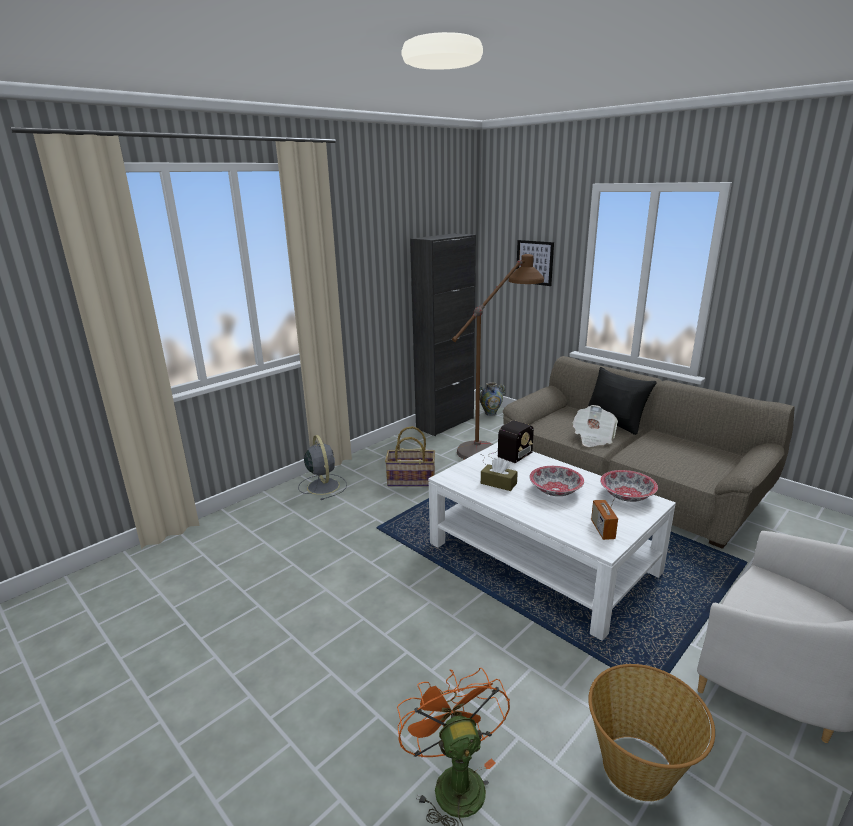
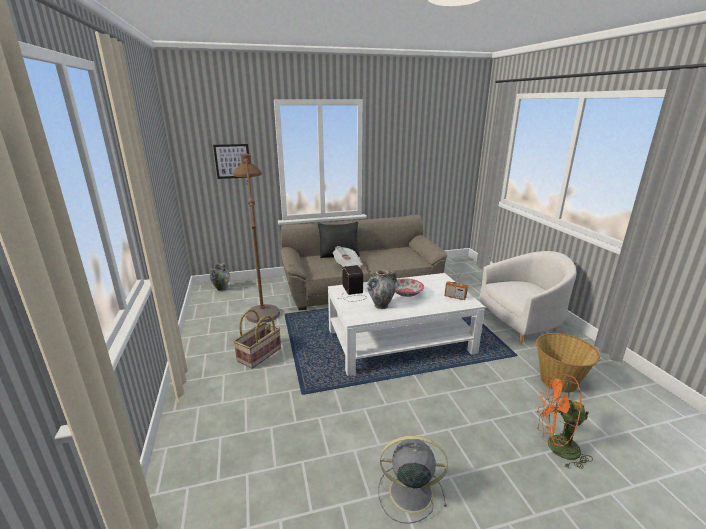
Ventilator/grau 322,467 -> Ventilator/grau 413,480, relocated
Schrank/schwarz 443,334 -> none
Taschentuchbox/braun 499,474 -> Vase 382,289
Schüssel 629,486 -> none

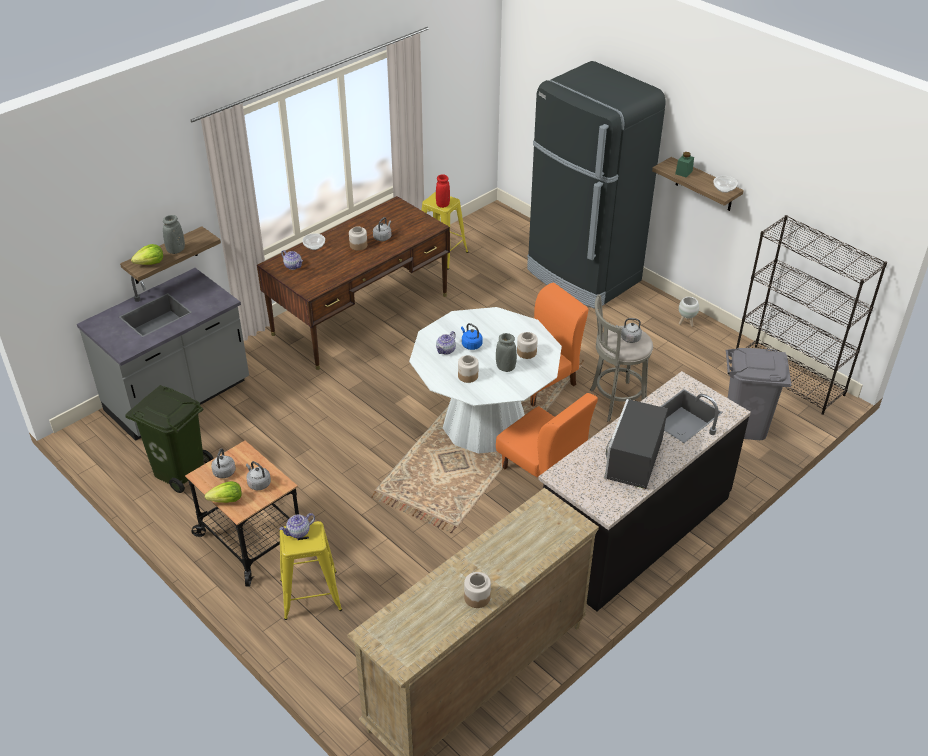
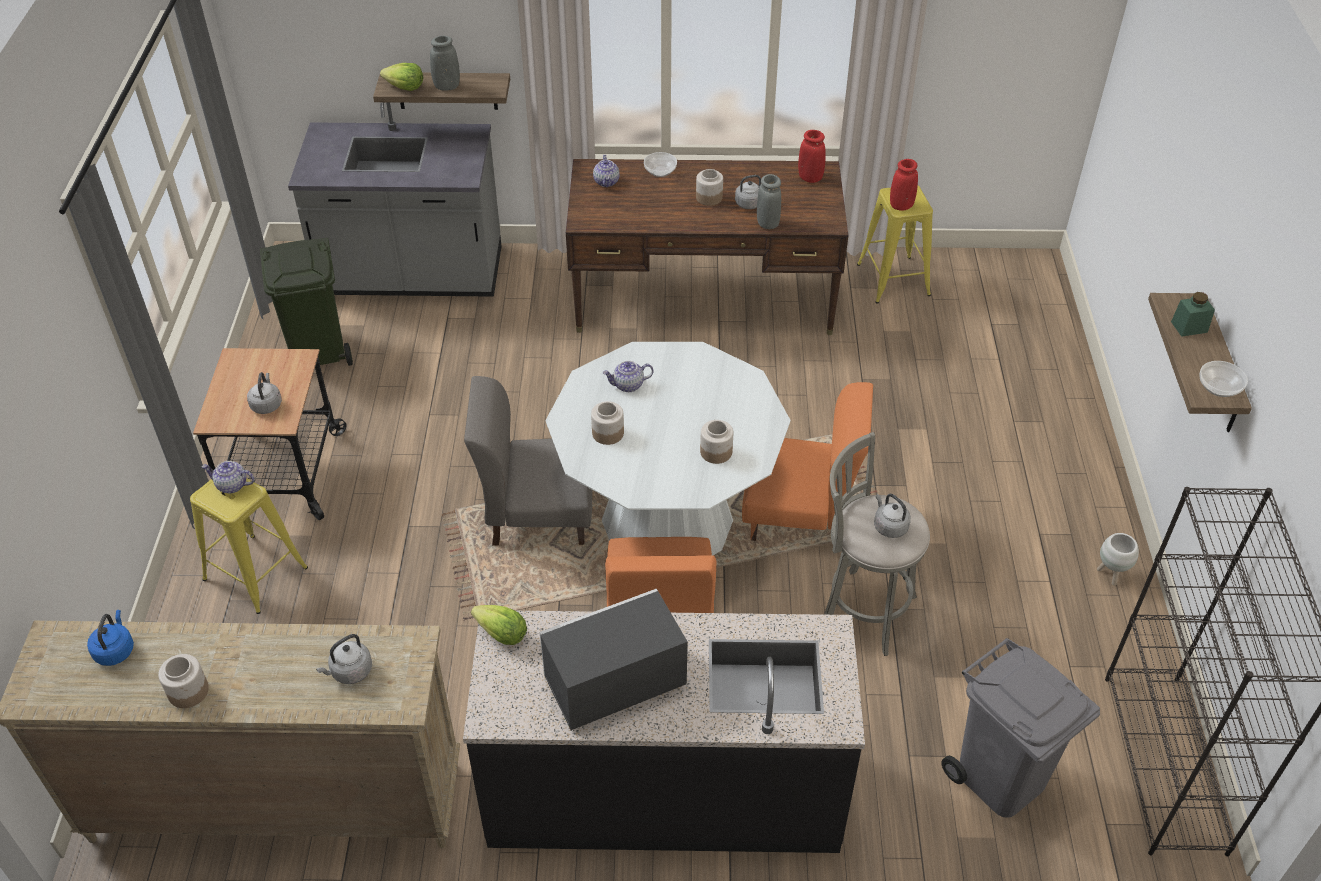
Salatkopf 223,492 -> Salatkopf 499,625, relocated
Wasserkessel/grau 223,463 -> Wasserkessel/grau 344,659, relocated
Wasserkessel/blau 471,336 -> Wasserkessel/blau 110,638, relocated
Vase/grau 506,352 -> Vase/grau 769,201, relocated
Kühlschrank/schwarz 596,185 -> none
none -> Stuhl/grau 528,461
none -> Vase/rot 812,156

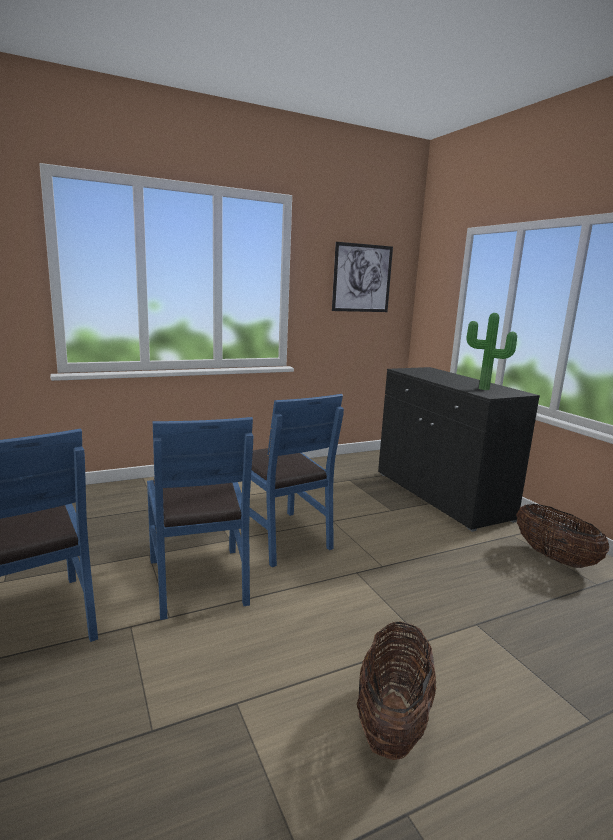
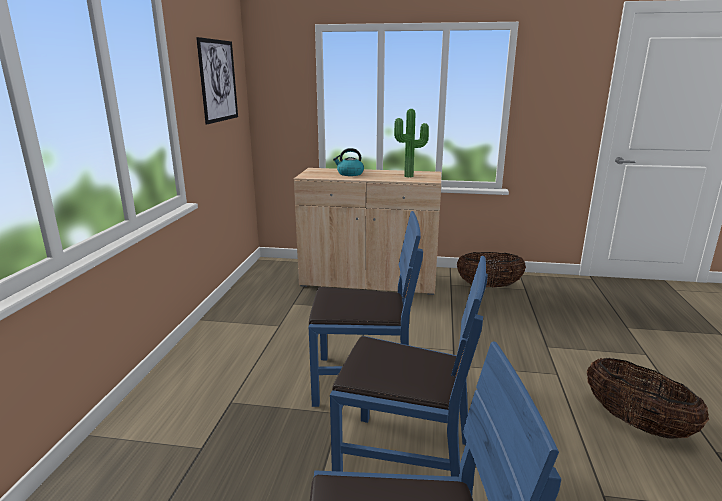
Schrank/schwarz 459,449 -> Schrank/beige 367,231
none -> Wasserkessel 348,162

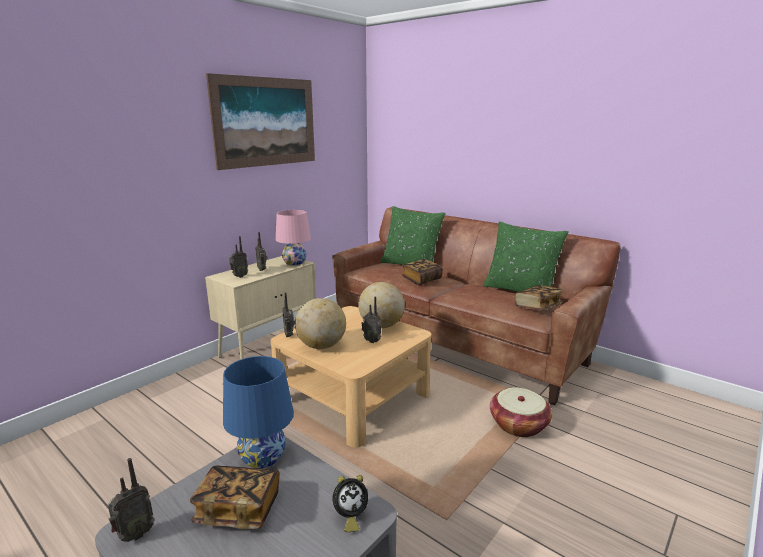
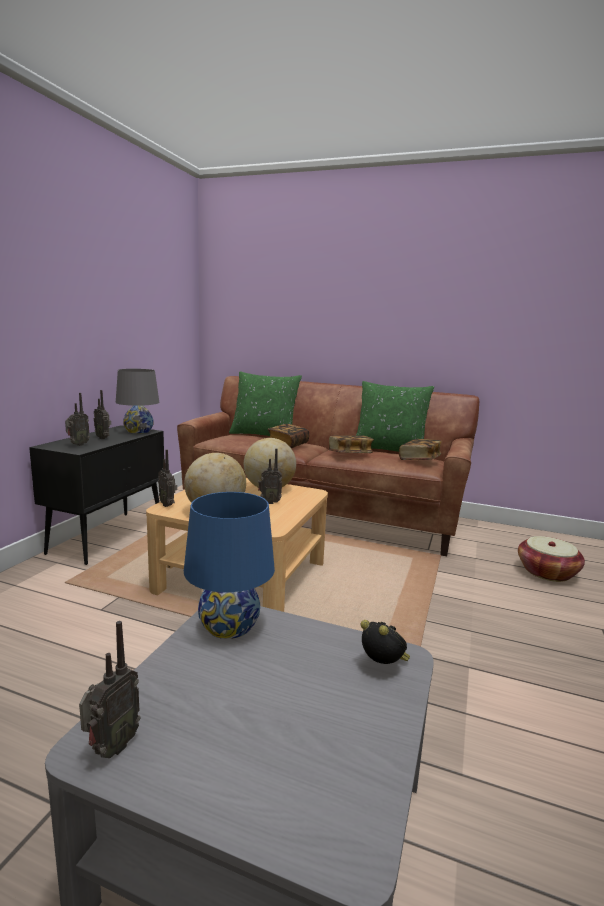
Buch 234,497 -> Buch 351,444, relocated
Schrank/beige 260,307 -> Schrank/schwarz 96,495
Bild 260,121 -> none
Tischlampe/rosa 293,237 -> Tischlampe/grau 137,401
Wecker 350,503 -> Wecker 385,642, 90 degrees counterclockwise
Korb 521,412 -> Korb 551,559, relocated

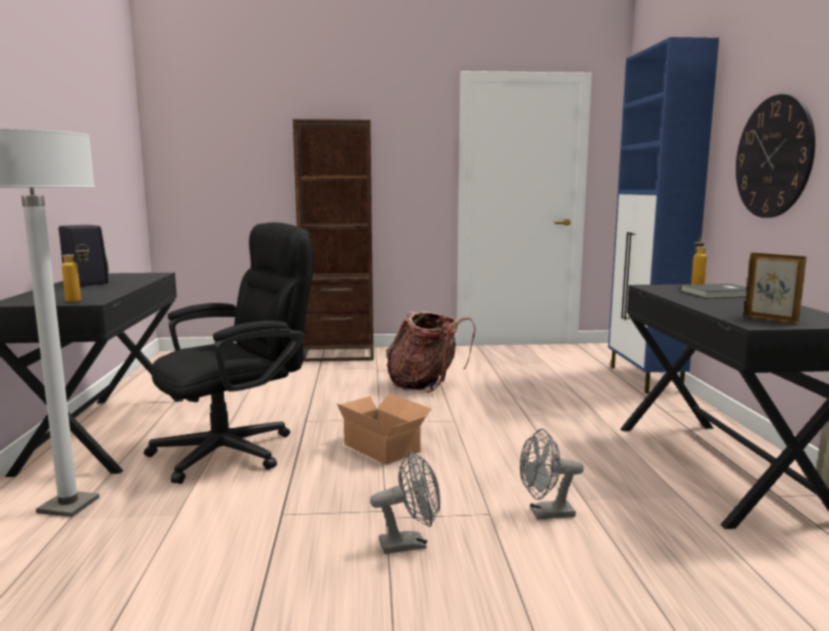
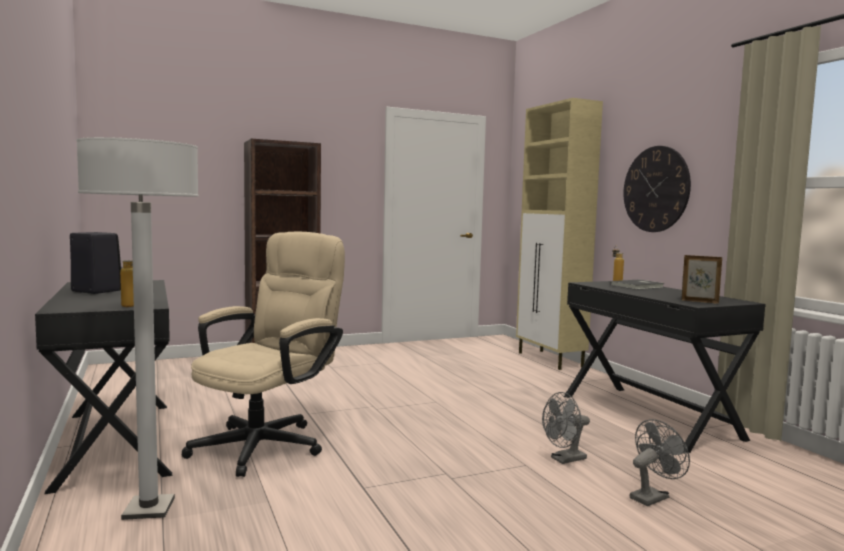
Bürostuhl/schwarz 228,353 -> Bürostuhl/beige 263,354
Karton 383,429 -> none
Ventilator/grau 405,502 -> Ventilator/grau 660,462, relocated
Rucksack 431,352 -> none
Schrank/blau 663,215 -> Schrank/beige 559,234

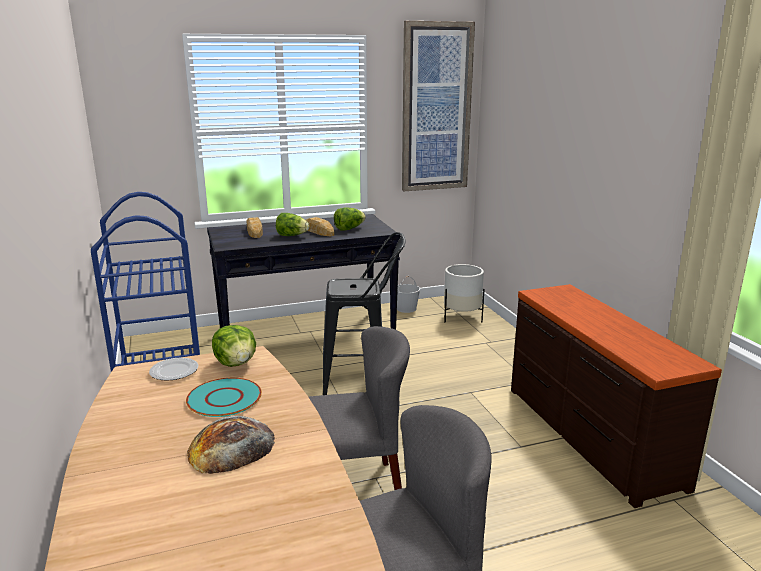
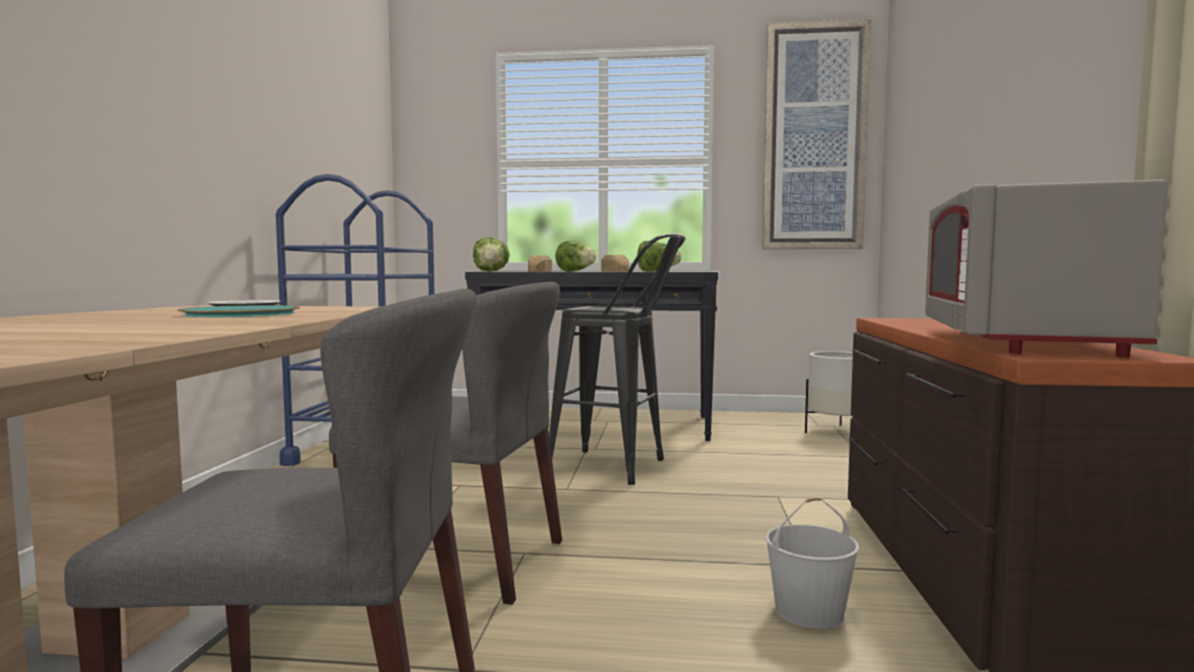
Brot 231,445 -> none
Salatkopf 234,346 -> Salatkopf 491,254, relocated
Eimer/weiß 408,294 -> Eimer/weiß 812,563, relocated
none -> Mikrowelle/grau 1046,268

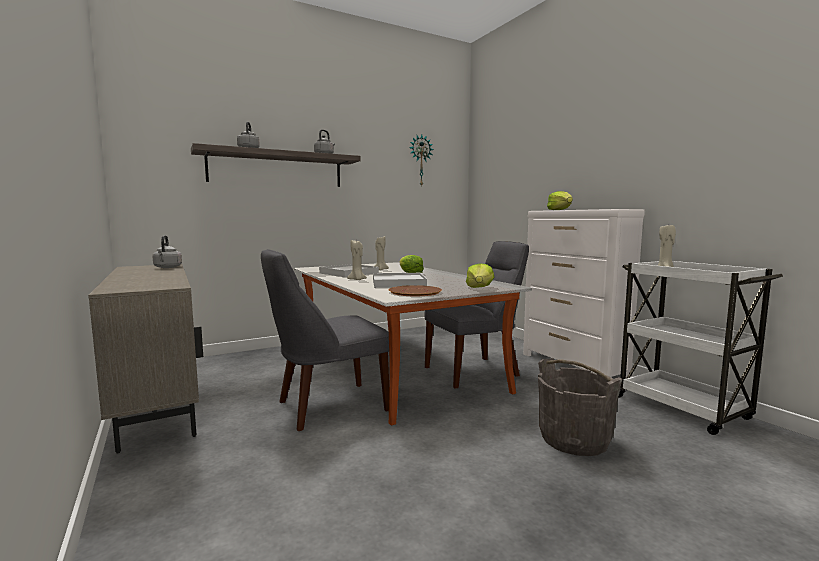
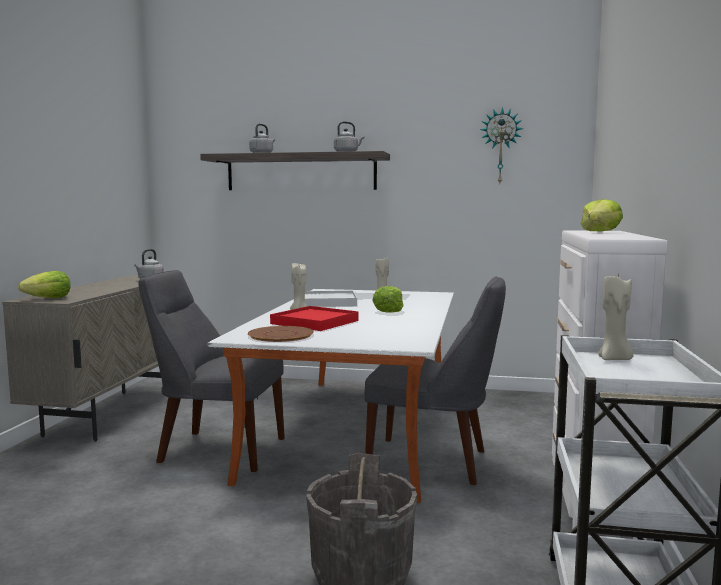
Tablett/weiß 400,280 -> Tablett/rot 314,318
Salatkopf 480,275 -> Salatkopf 44,284, relocated

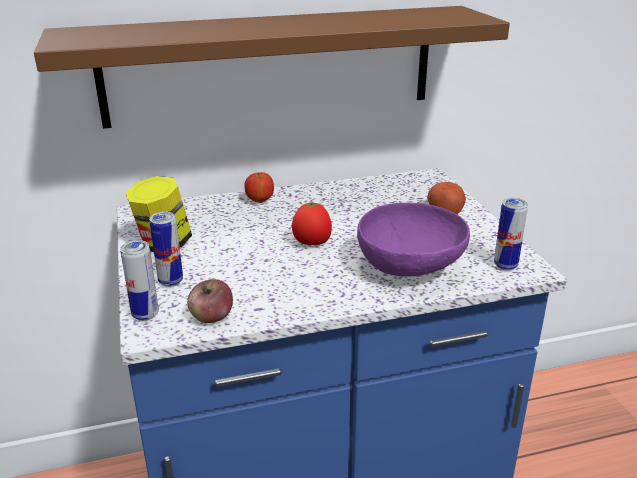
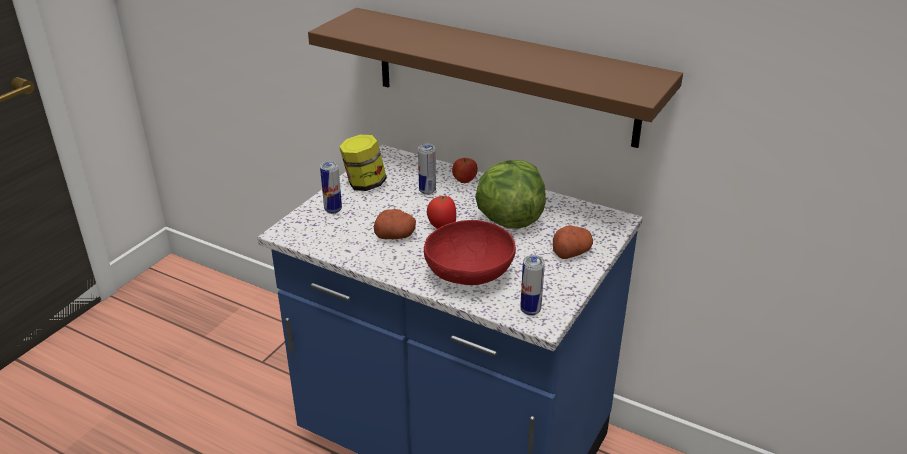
Dose 139,280 -> Dose 427,169, relocated
Apfel 210,301 -> none
Schüssel/lila 413,240 -> Schüssel/rot 470,252
none -> Kartoffel 395,224
none -> Salatkopf 510,194

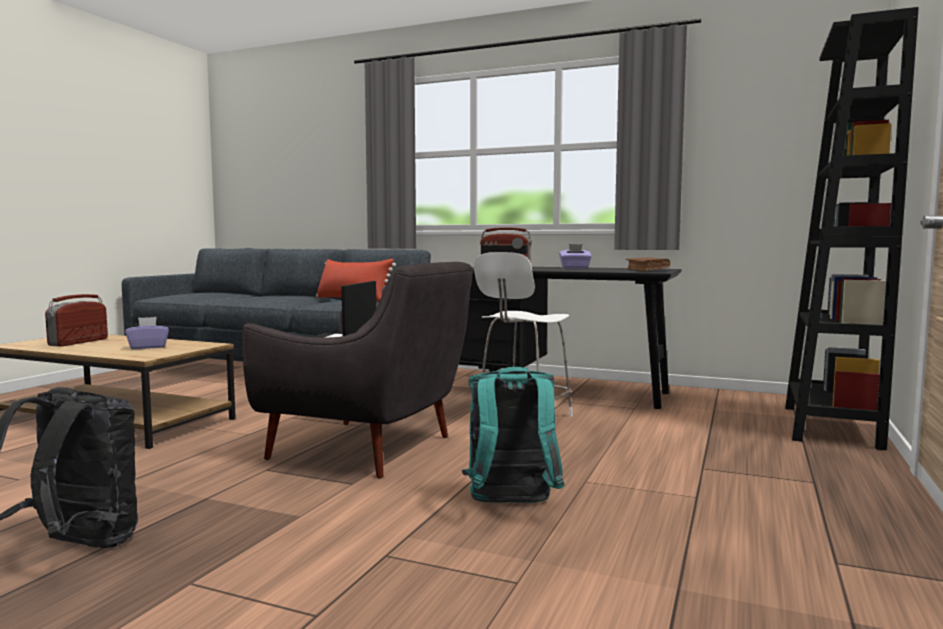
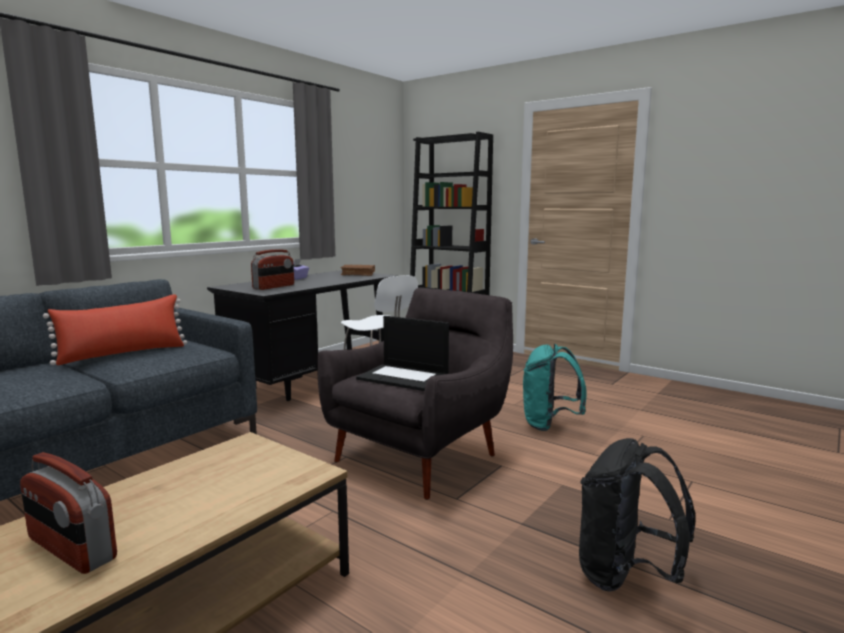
Taschentuchbox/lila 147,333 -> none

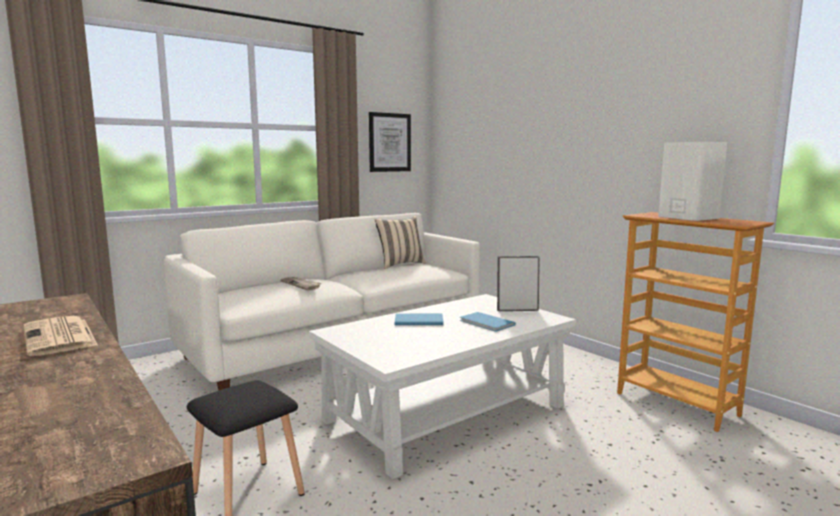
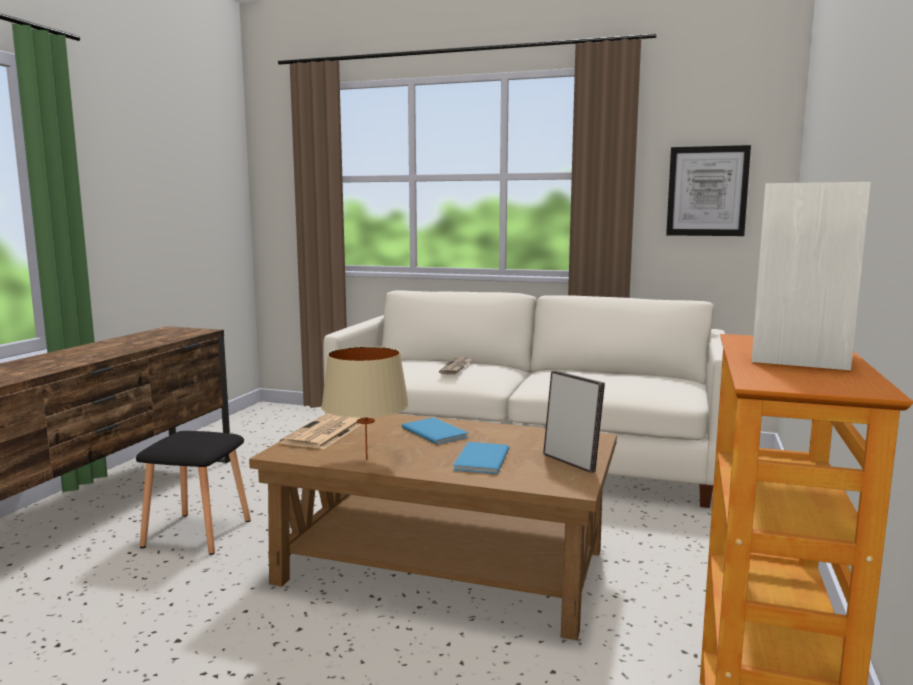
Zeitung 61,336 -> Zeitung 321,431, relocated
Couchtisch/weiß 442,386 -> Couchtisch/braun 433,527
Kissen/beige 400,242 -> none
none -> Tischlampe/beige 365,403

